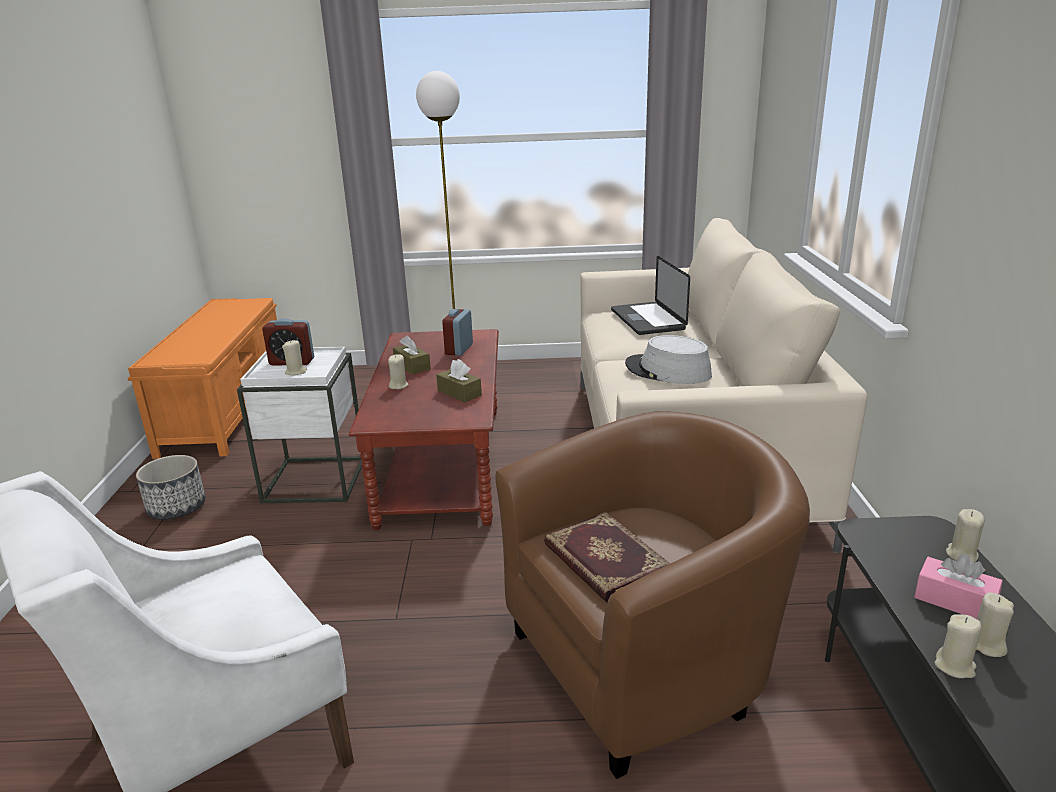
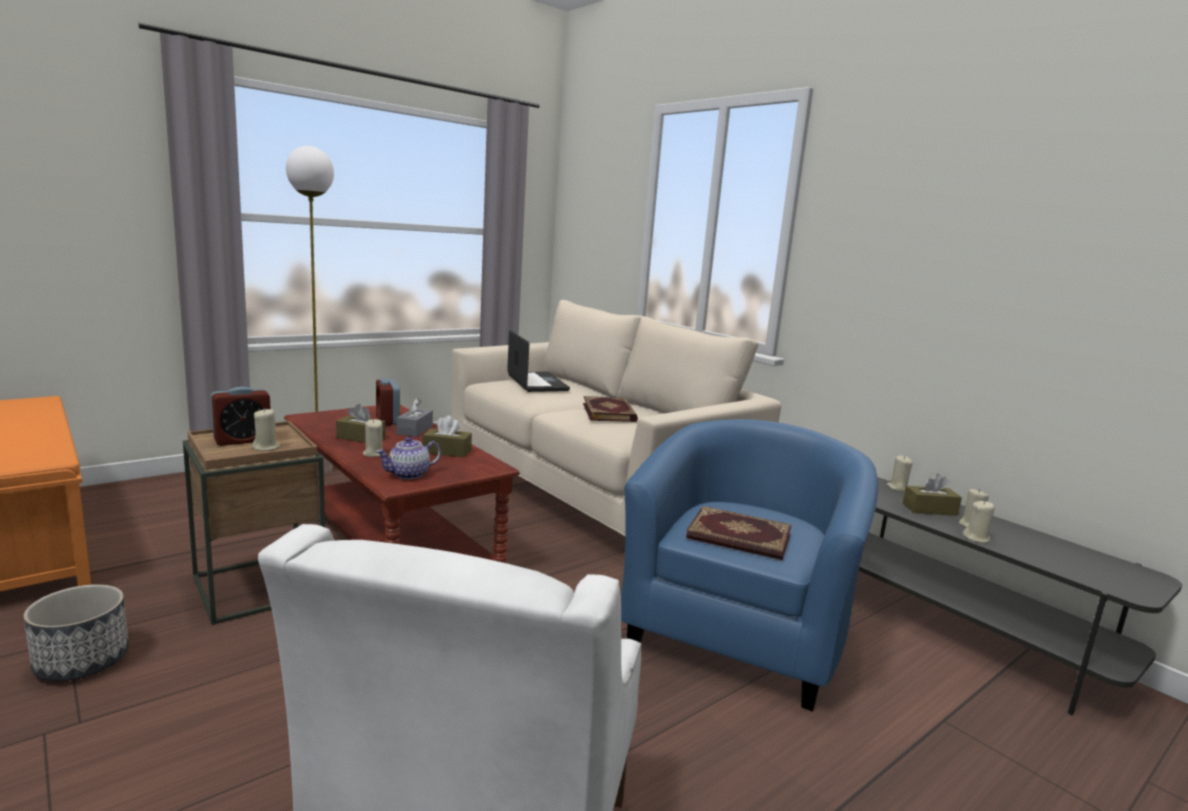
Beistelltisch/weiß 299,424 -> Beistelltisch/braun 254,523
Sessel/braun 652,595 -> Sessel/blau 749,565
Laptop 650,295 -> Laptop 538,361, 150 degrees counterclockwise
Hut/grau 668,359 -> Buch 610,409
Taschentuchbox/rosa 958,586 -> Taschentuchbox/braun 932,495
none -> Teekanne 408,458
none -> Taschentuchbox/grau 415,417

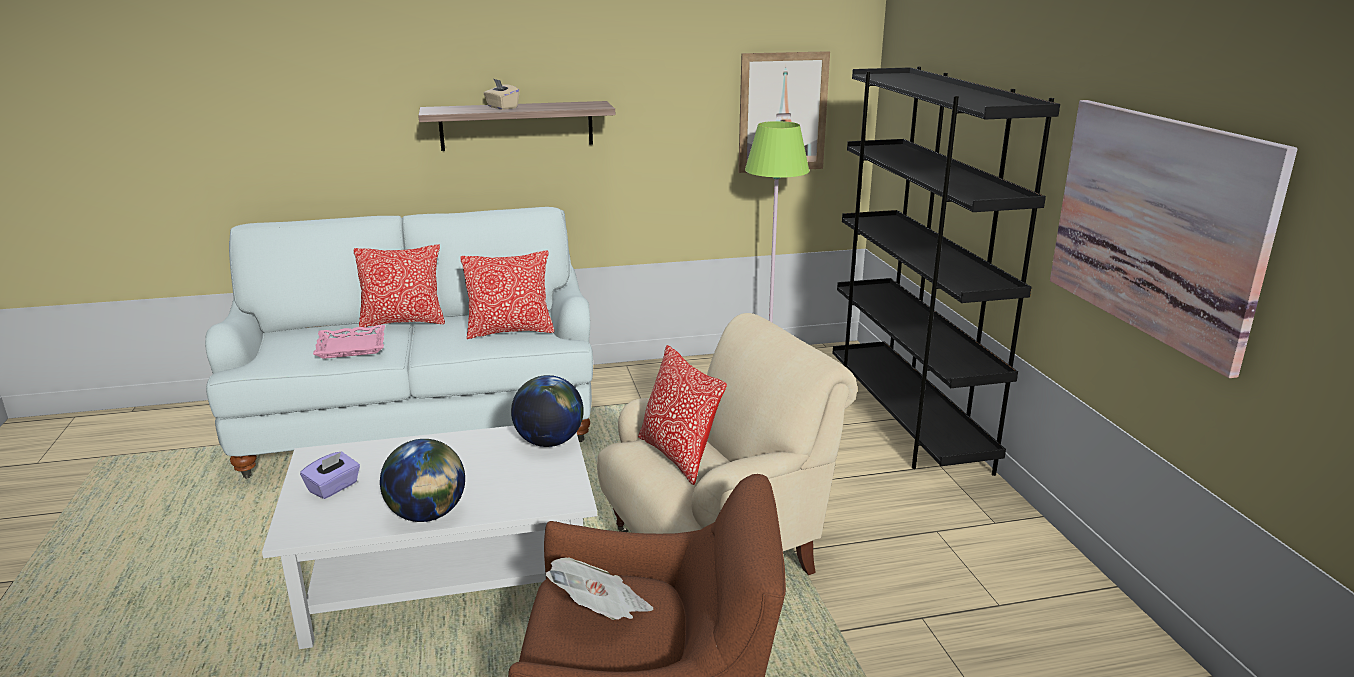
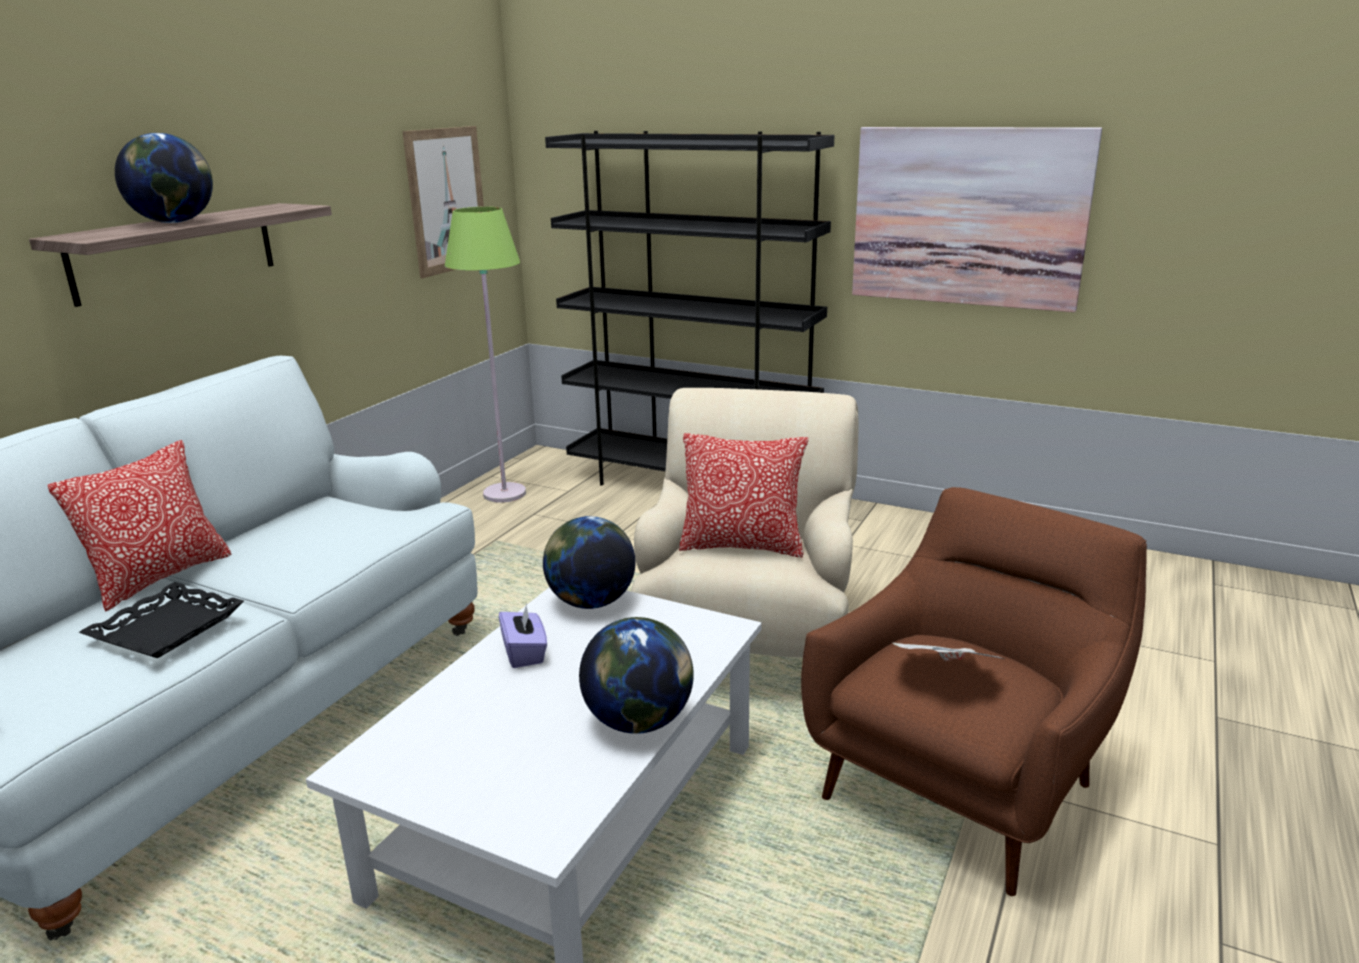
Taschentuchbox/lila 330,475 -> Taschentuchbox/lila 523,635, relocated
Tablett/rosa 349,342 -> Tablett/schwarz 161,620
Kissen 507,295 -> none
Taschentuchbox/beige 501,94 -> Globus 164,178

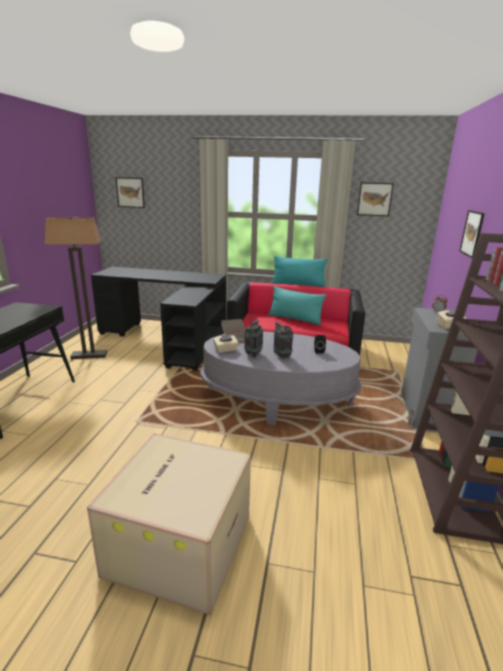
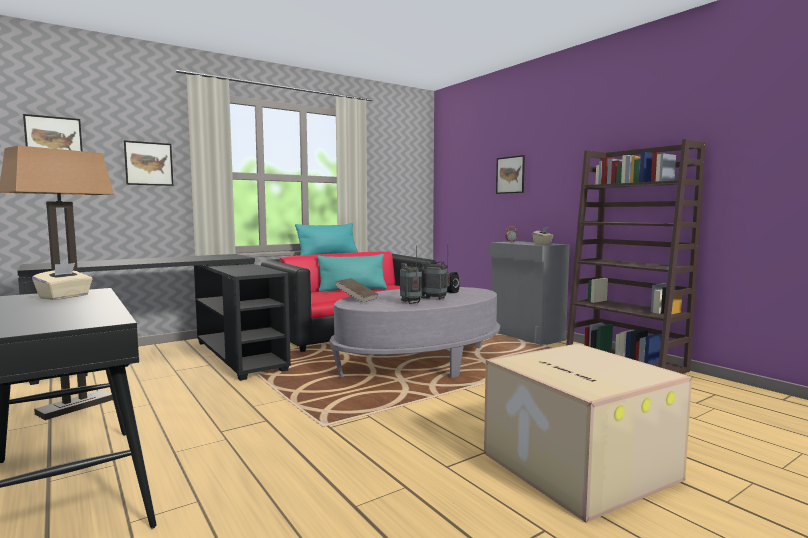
Taschentuchbox/beige 225,343 -> Taschentuchbox/beige 62,281, relocated
Bild 375,199 -> Bild 148,163, relocated

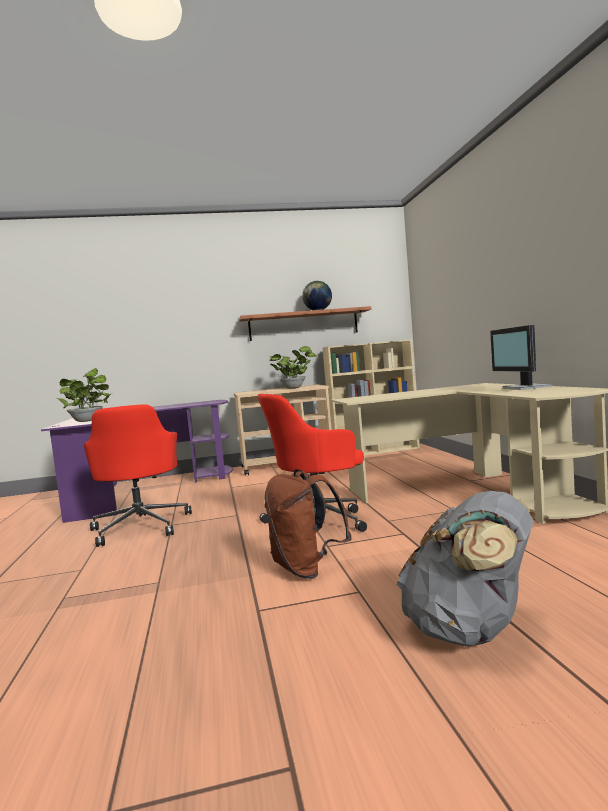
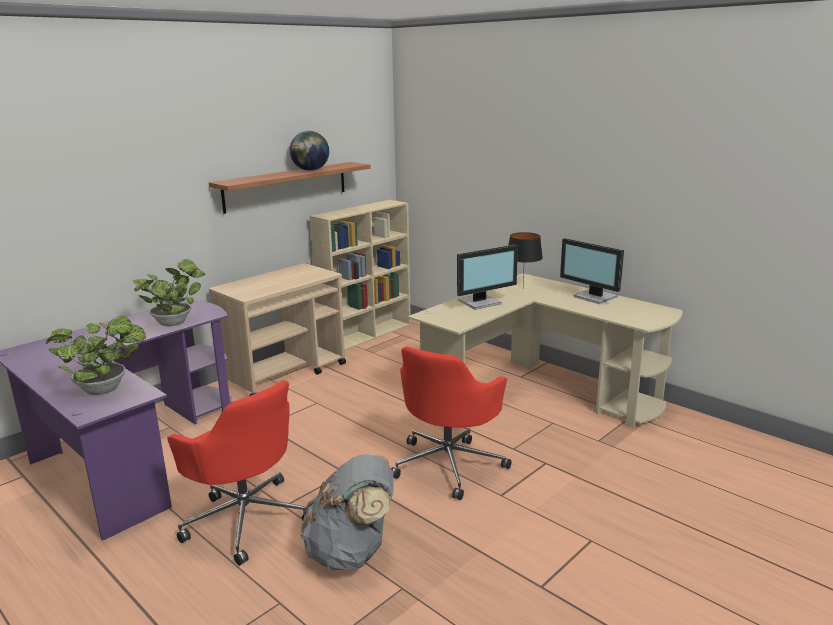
Rucksack/braun 308,523 -> none
Topfpflanze 293,367 -> Topfpflanze 169,292, relocated
Rucksack/grau 465,569 -> Rucksack/grau 347,512, relocated
none -> Monitor 487,277
none -> Tischlampe/schwarz 525,258

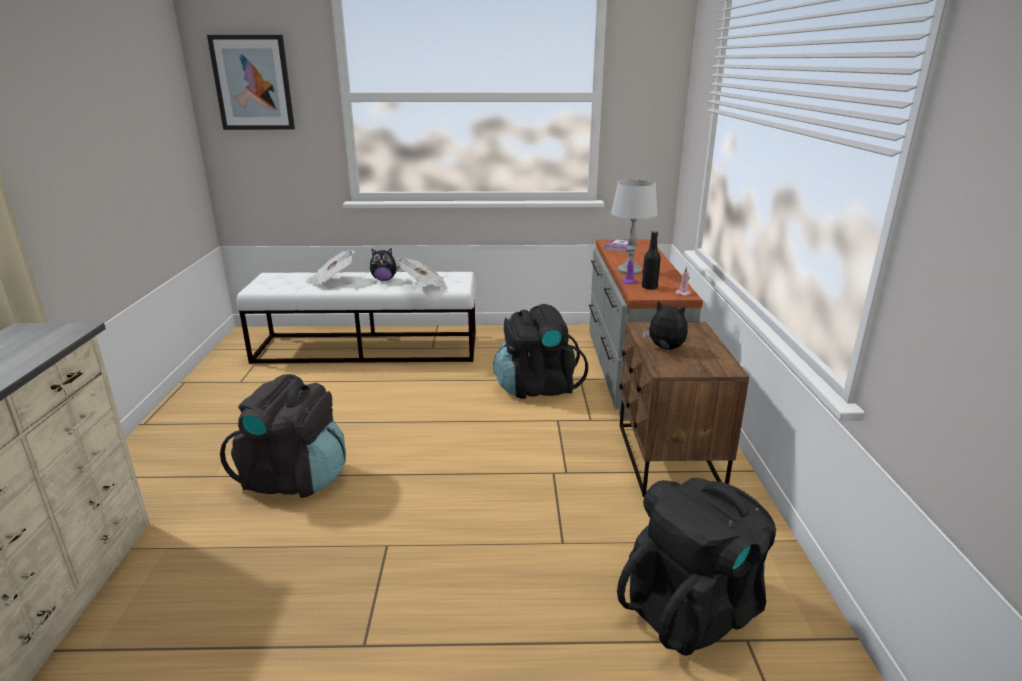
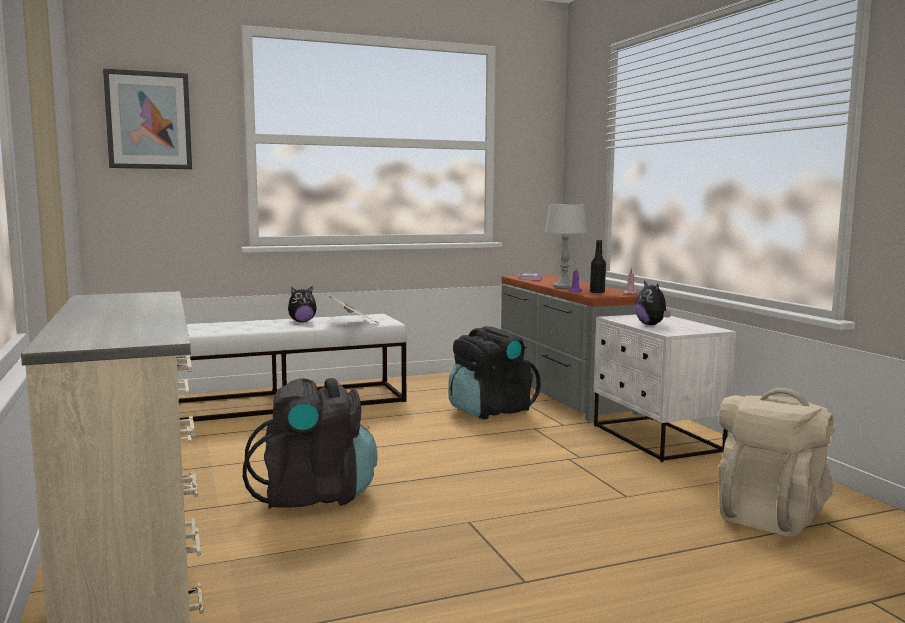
Zeitung 330,268 -> none
Rucksack/schwarz 696,567 -> Rucksack/beige 777,462
Nachttisch/braun 684,409 -> Nachttisch/weiß 665,388
Plüschtier 665,325 -> Plüschtier 653,303, 120 degrees counterclockwise

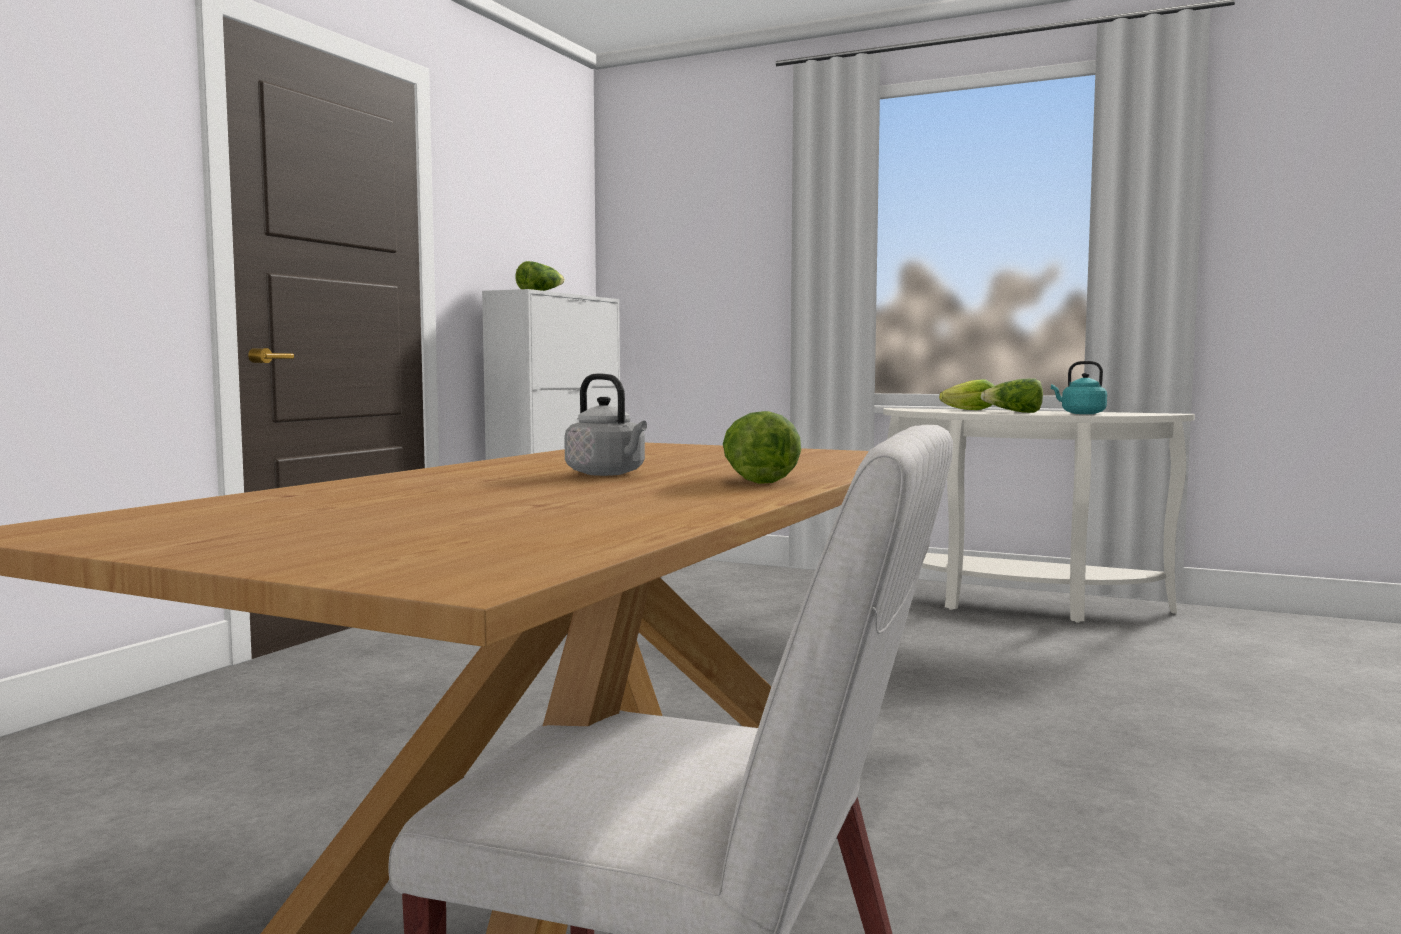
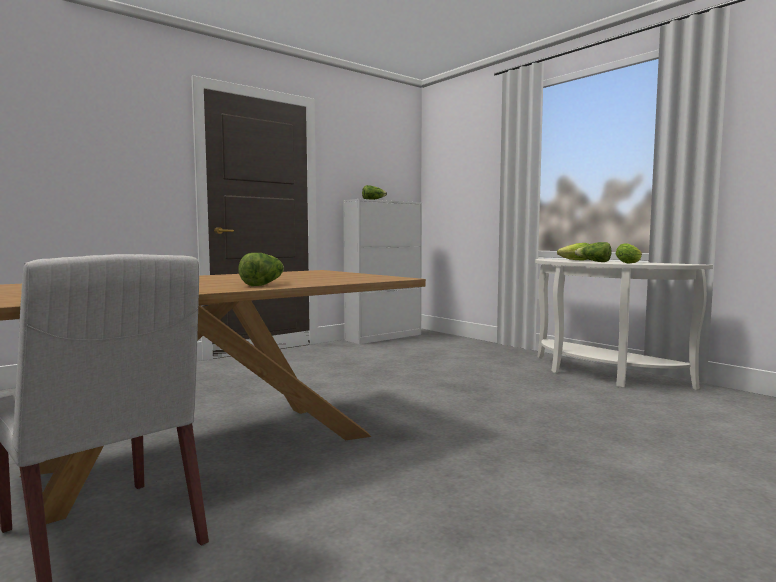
Wasserkessel/grau 605,424 -> none
Wasserkessel/türkis 1079,387 -> Salatkopf 629,253

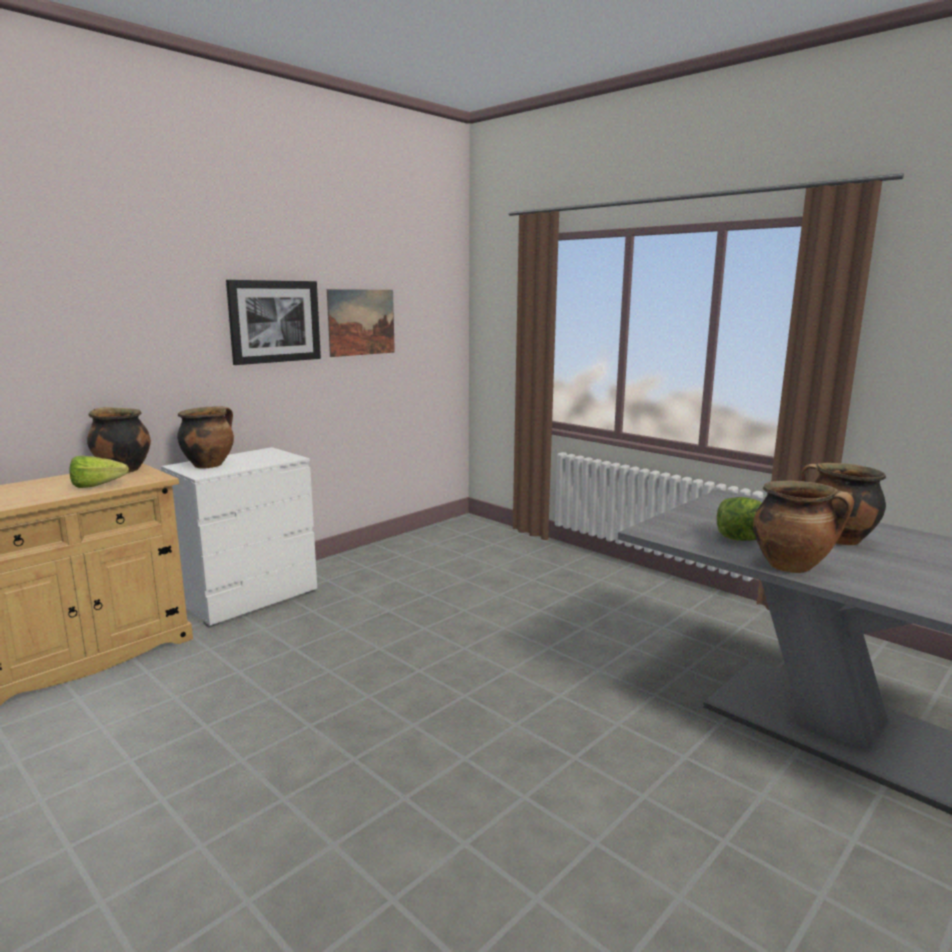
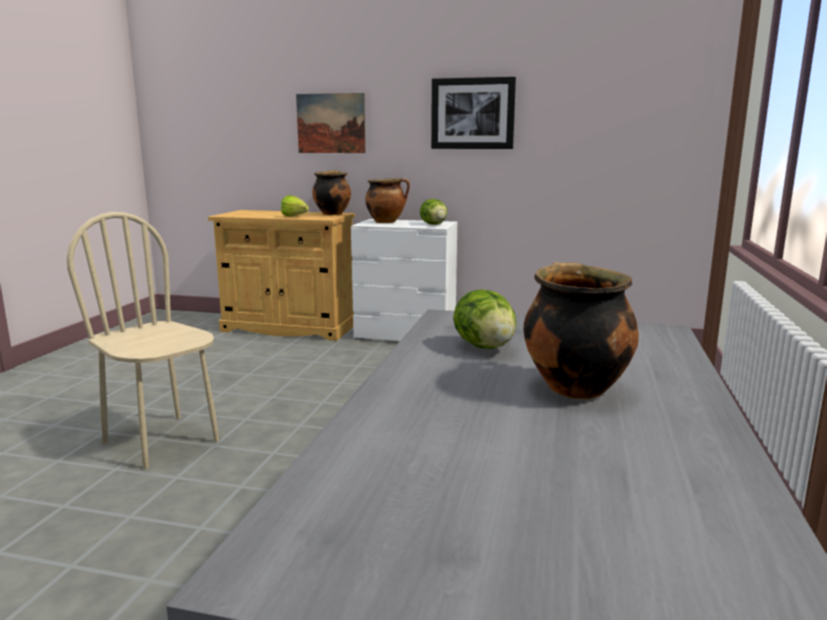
Bild 361,323 -> Bild 331,123, relocated
Kochtopf 803,526 -> none
none -> Stuhl/beige 143,340
none -> Salatkopf 433,212

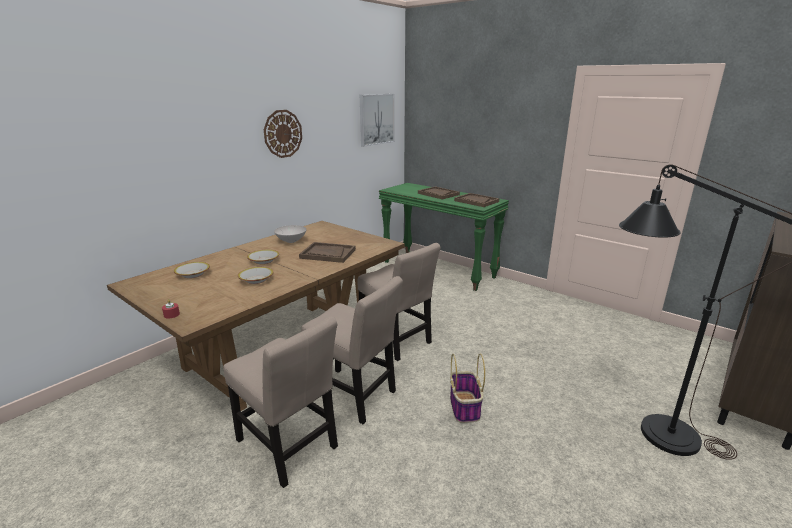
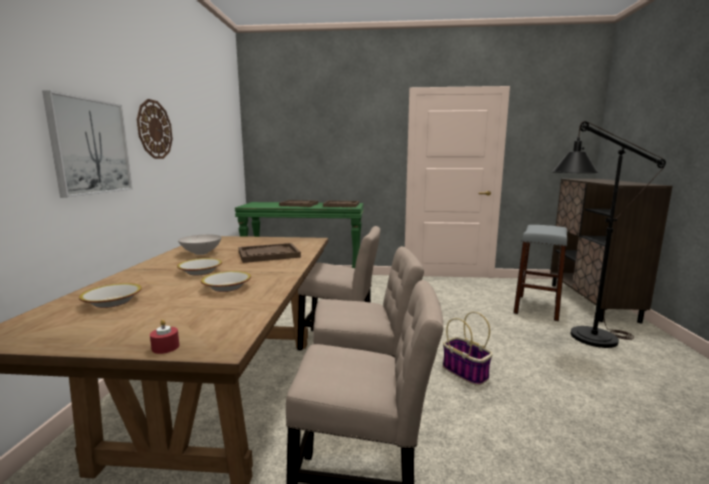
Bild 377,120 -> Bild 87,143, relocated
none -> Hocker/grau 540,273

